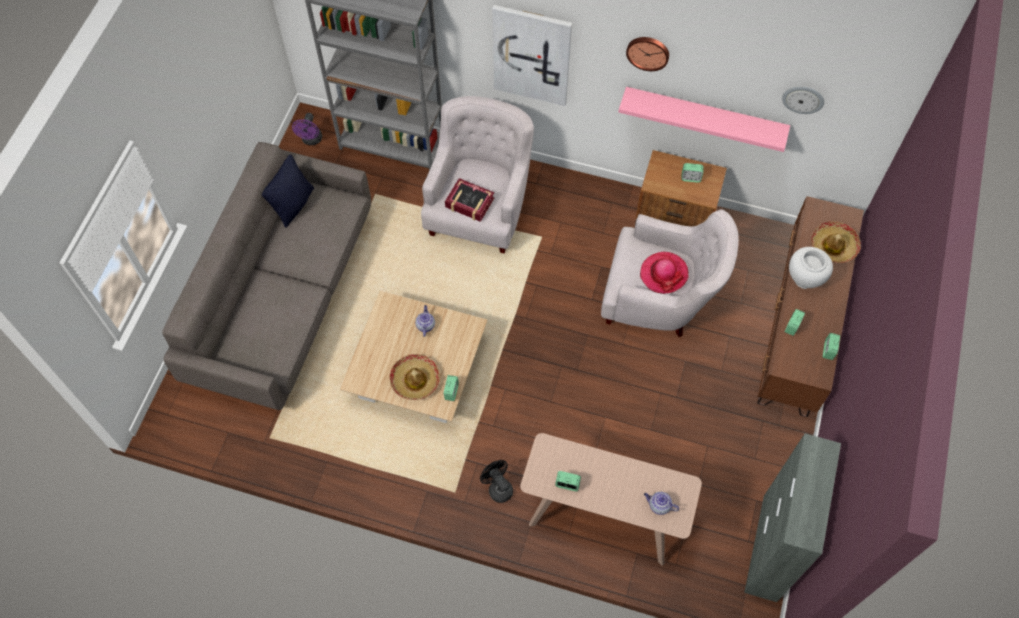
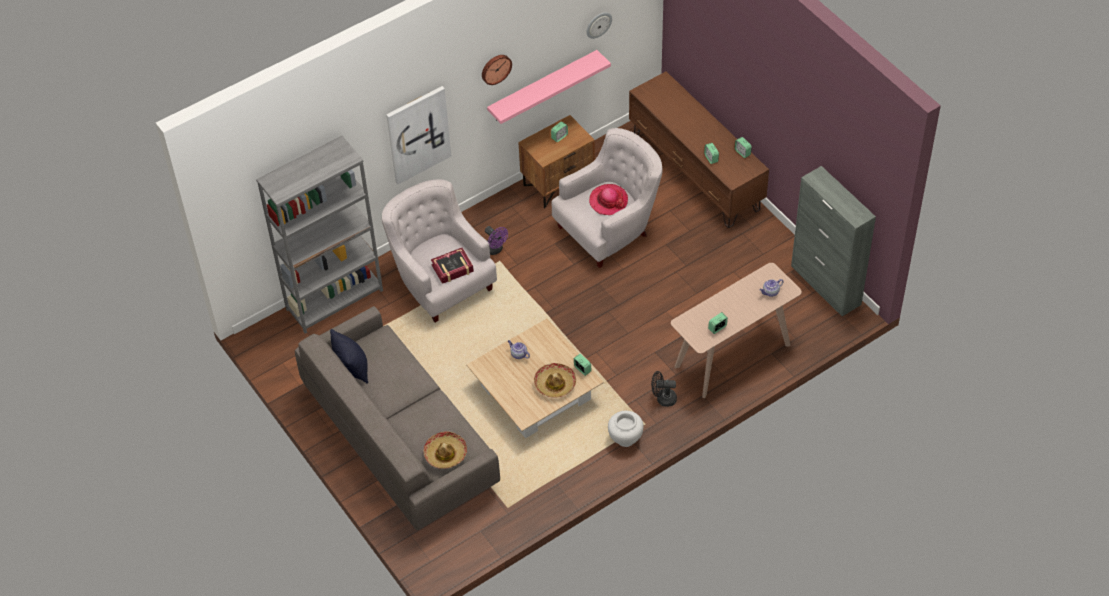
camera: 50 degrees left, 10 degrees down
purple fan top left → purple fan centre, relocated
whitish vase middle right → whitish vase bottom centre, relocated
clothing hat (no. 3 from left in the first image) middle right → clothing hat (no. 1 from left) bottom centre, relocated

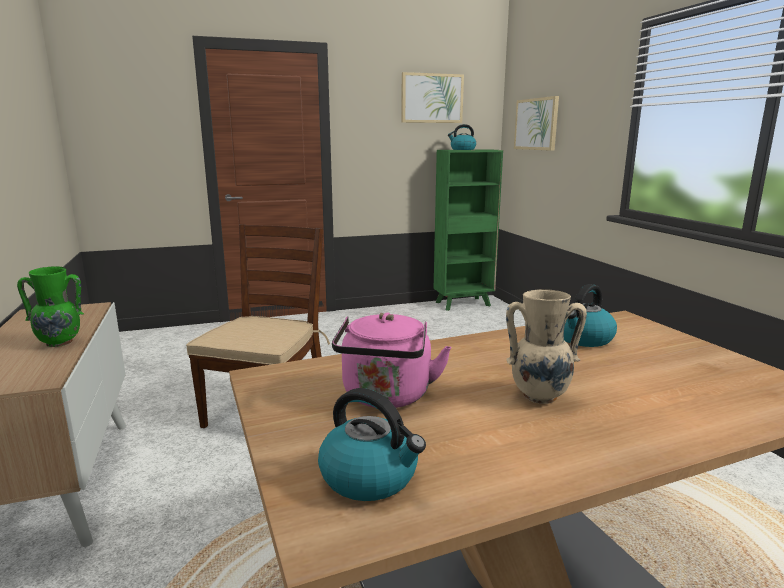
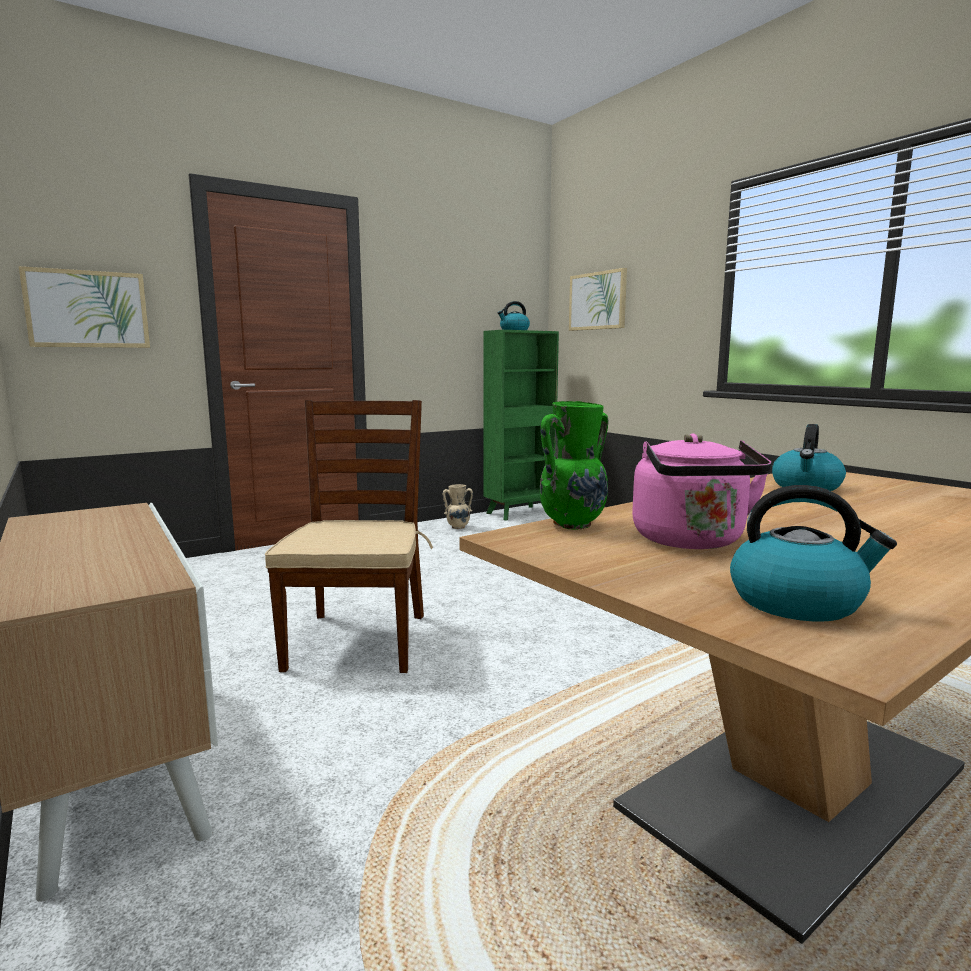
camera: 15 degrees left, 5 degrees down
green-coloured vase middle left → green-coloured vase centre, relocated
wall picture (no. 1 from left) top centre → wall picture (no. 1 from left) top left, relocated
sand-coloured vase middle right → sand-coloured vase centre, relocated

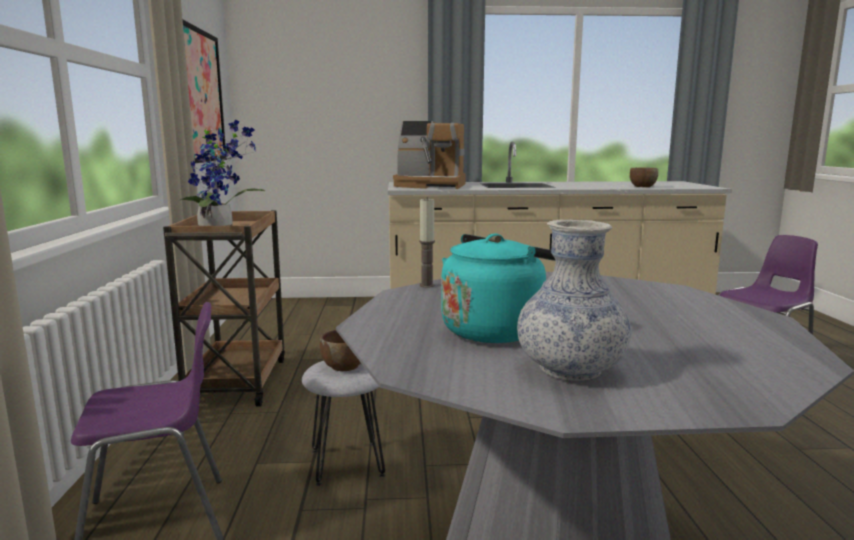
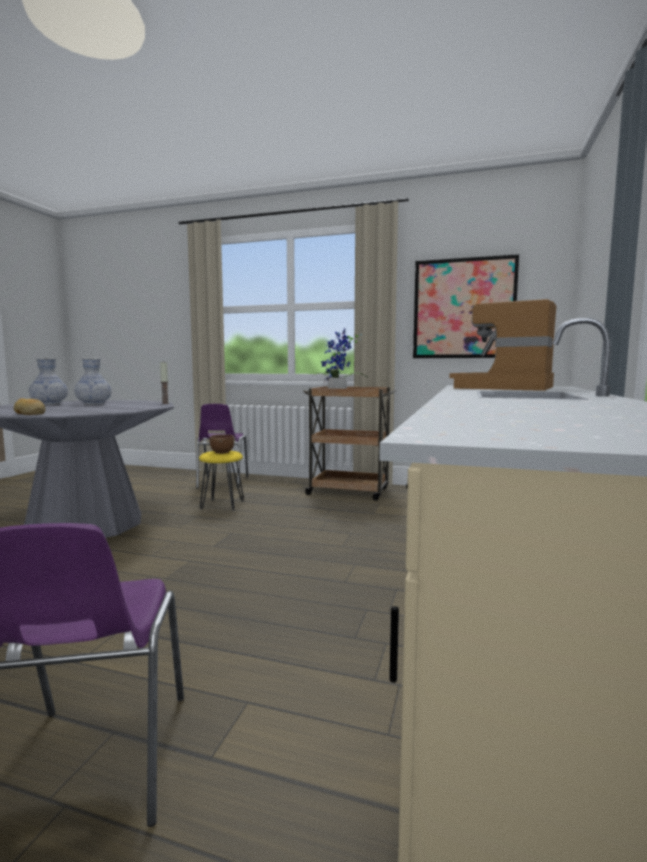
camera: 110 degrees right, 5 degrees down
brown serving bowl (no. 2 from left) top right → -
- → bakery bread middle left
blue-green water kettle centre → vase (no. 2 from left) middle left
gray sitting stool bottom centre → yellowish sitting stool centre

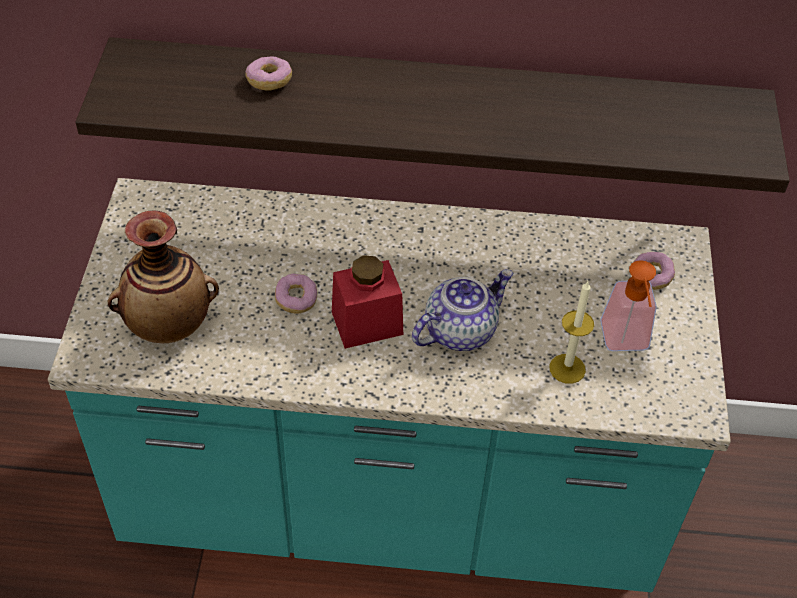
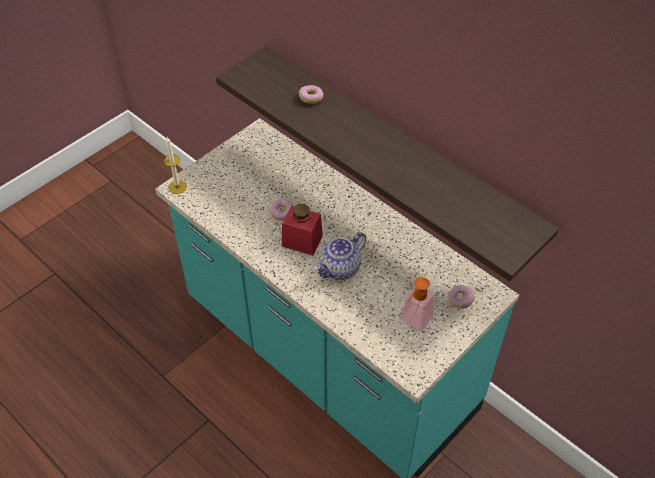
camera: 40 degrees right, 0 degrees up
vase middle left → -
candle middle right → candle middle left, relocated
teapot centre, 135 degrees clockwise

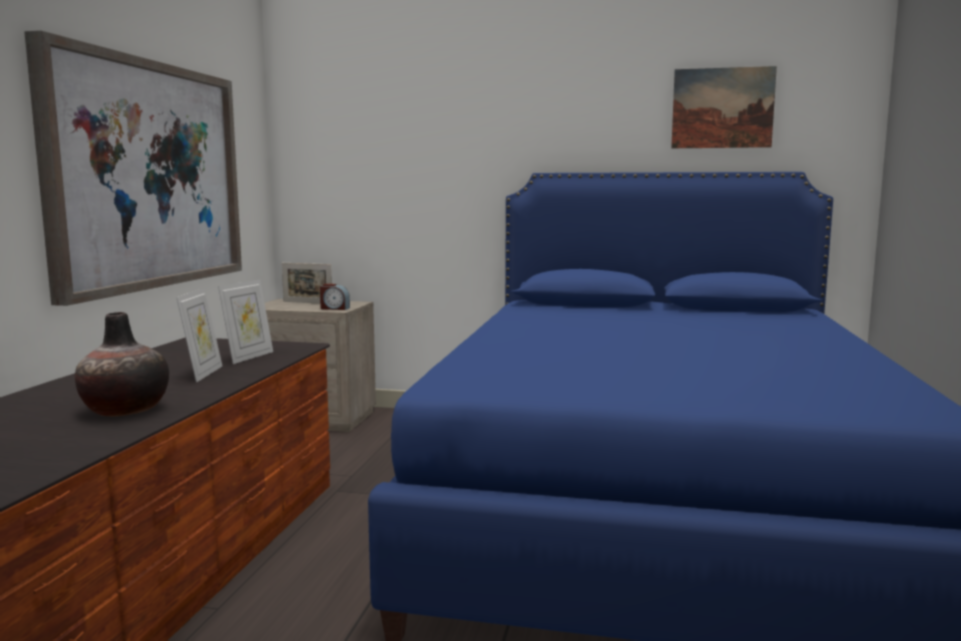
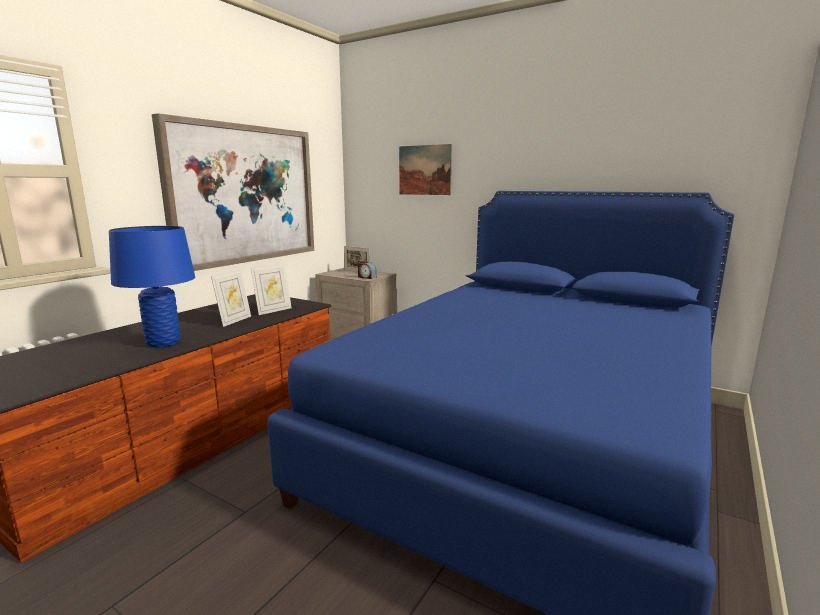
camera: 20 degrees right, 5 degrees up
wall picture (no. 2 from left) top right → wall picture (no. 2 from left) top centre, relocated
vase middle left → blue-coloured lamp for a table middle left

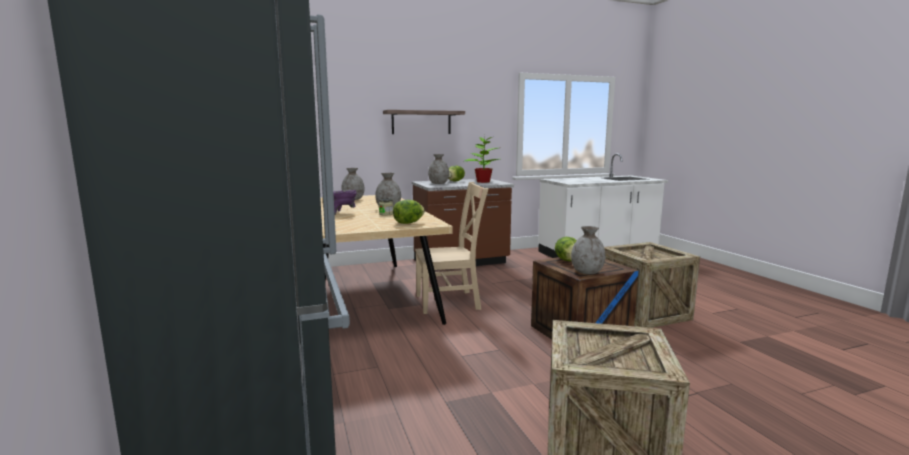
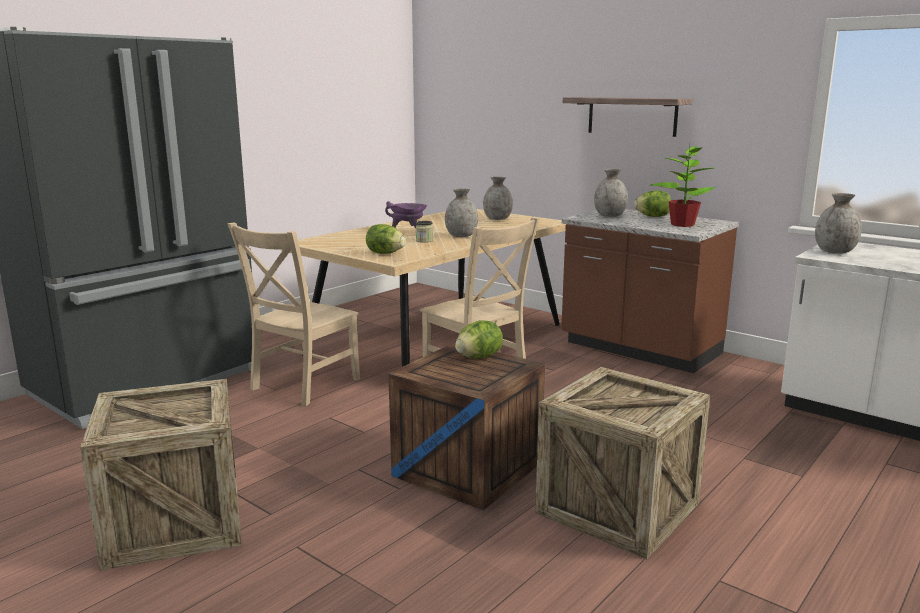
camera: 60 degrees right, 5 degrees up
- → sand-coloured chair (no. 1 from left) middle left
gray vase (no. 4 from left) centre → gray vase (no. 4 from left) middle right, relocated

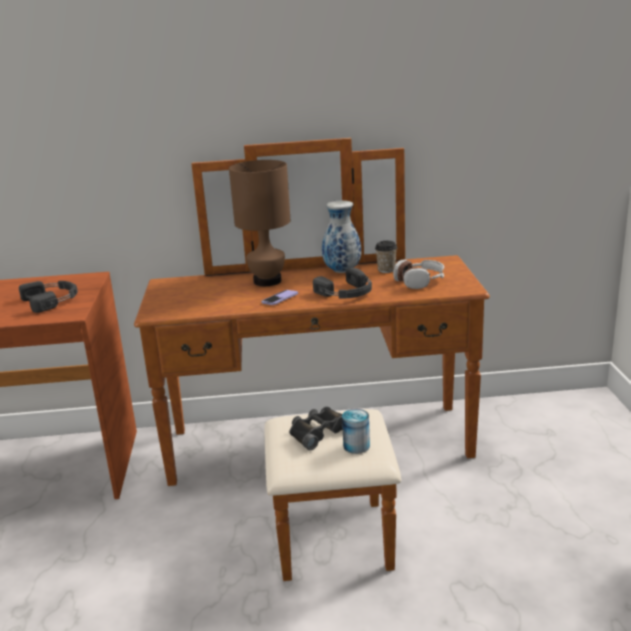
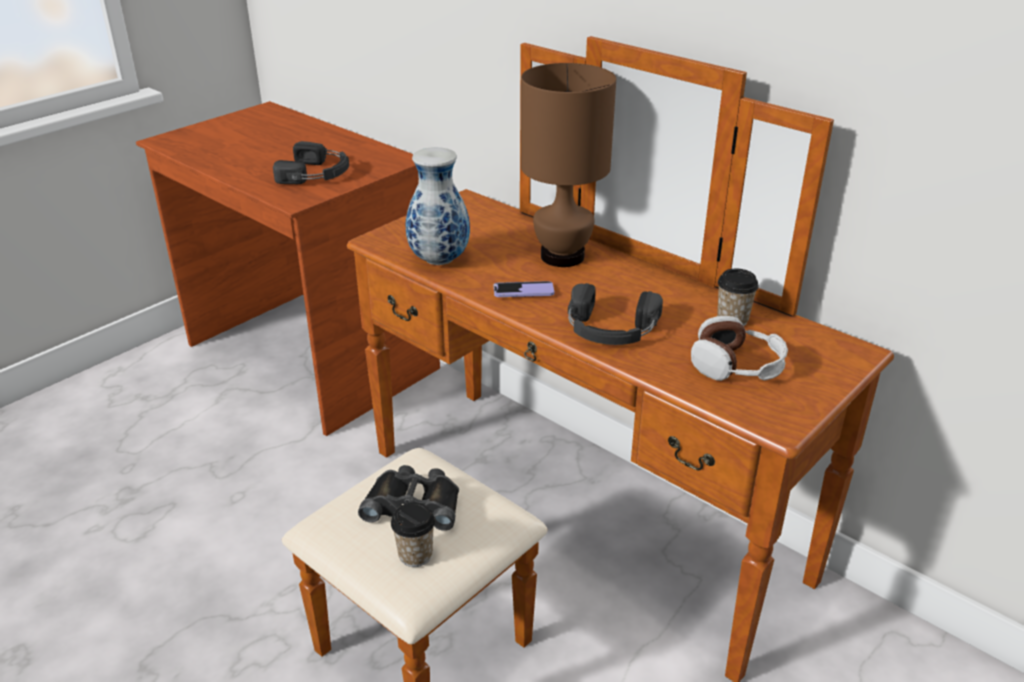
camera: 45 degrees right, 10 degrees up
vase centre → vase top centre, relocated
can bottom centre → cup (no. 1 from left) bottom centre

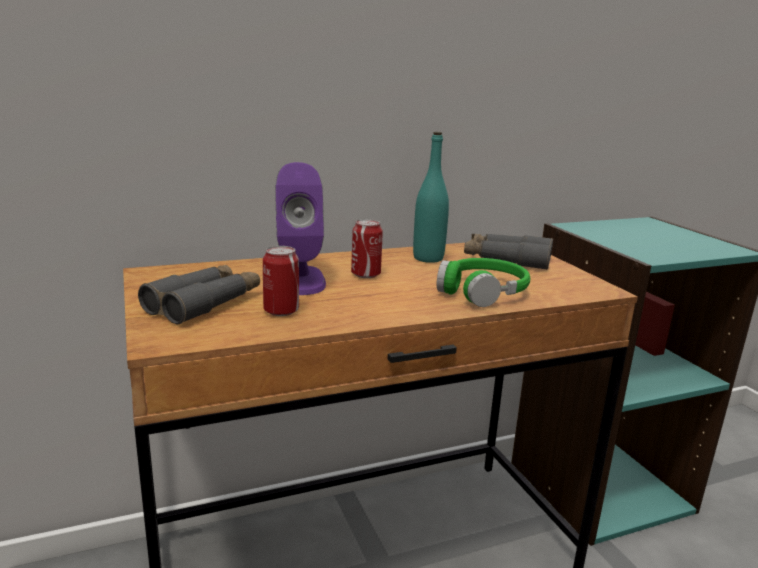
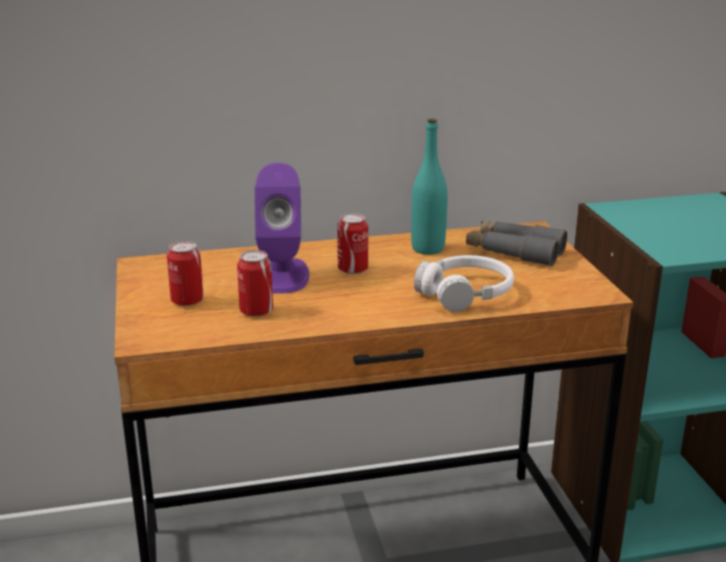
camera: 10 degrees right, 5 degrees up
gray binoculars (no. 1 from left) middle left → can (no. 1 from left) middle left
green-coloured headphones centre → whitish headphones centre

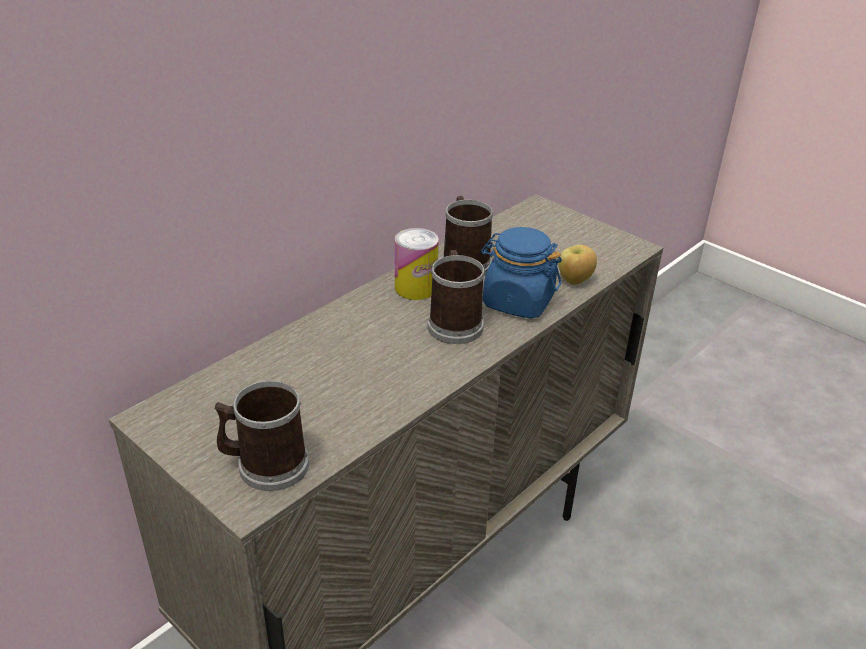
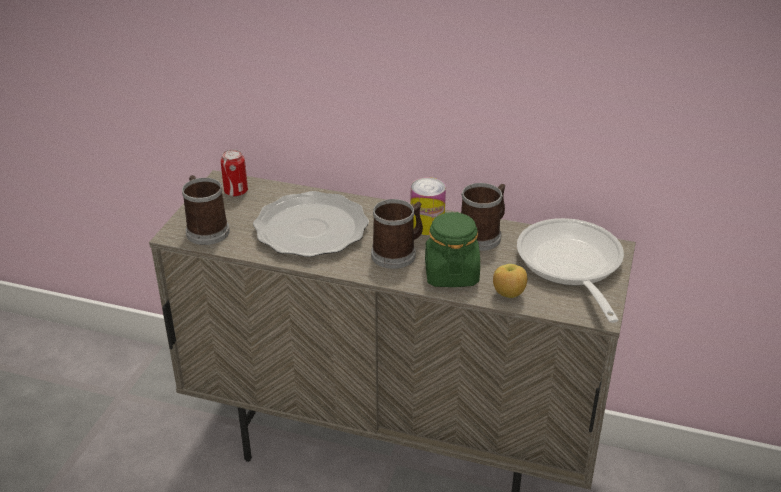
camera: 65 degrees right, 0 degrees up
- → can (no. 1 from left) middle left
- → dinner plate centre
- → skillet middle right
blue-coloured storage jar centre → green-coloured storage jar centre

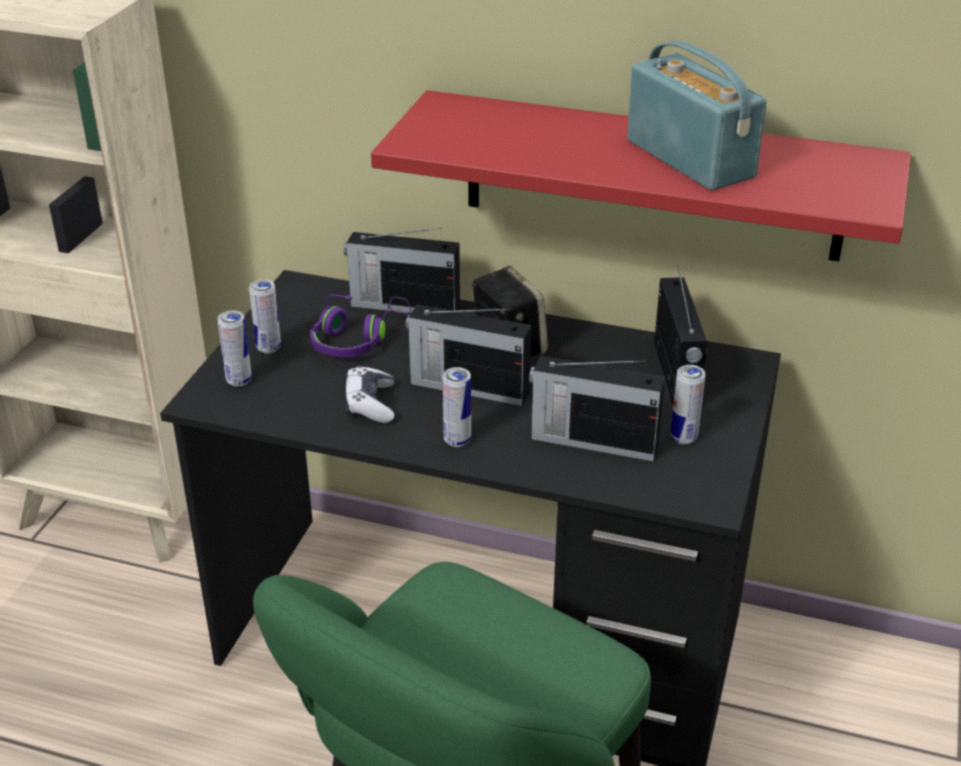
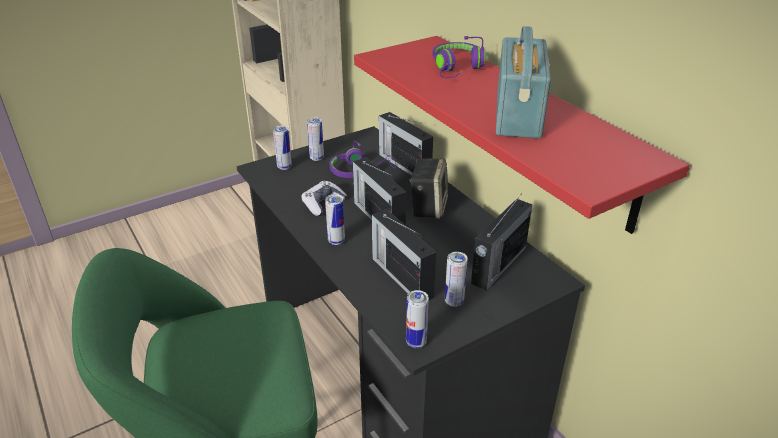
camera: 40 degrees right, 0 degrees up
- → can (no. 4 from left) bottom centre
- → purple headphones (no. 2 from left) top centre

